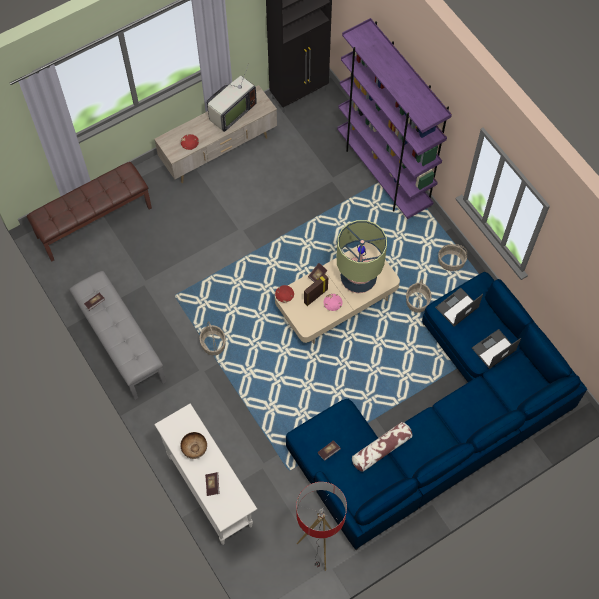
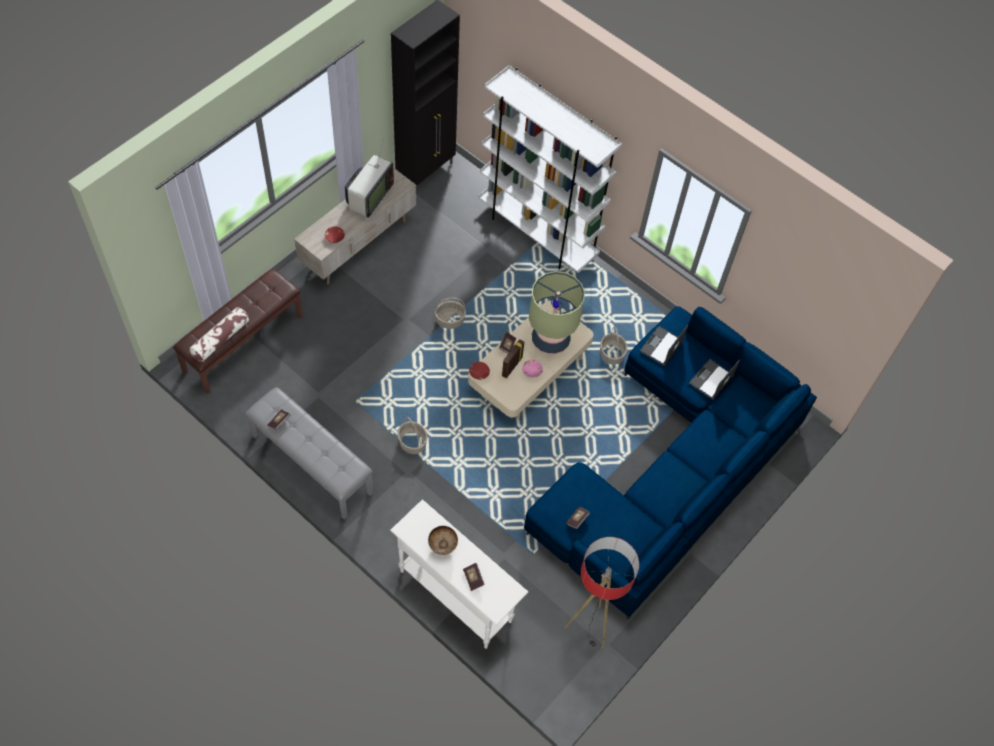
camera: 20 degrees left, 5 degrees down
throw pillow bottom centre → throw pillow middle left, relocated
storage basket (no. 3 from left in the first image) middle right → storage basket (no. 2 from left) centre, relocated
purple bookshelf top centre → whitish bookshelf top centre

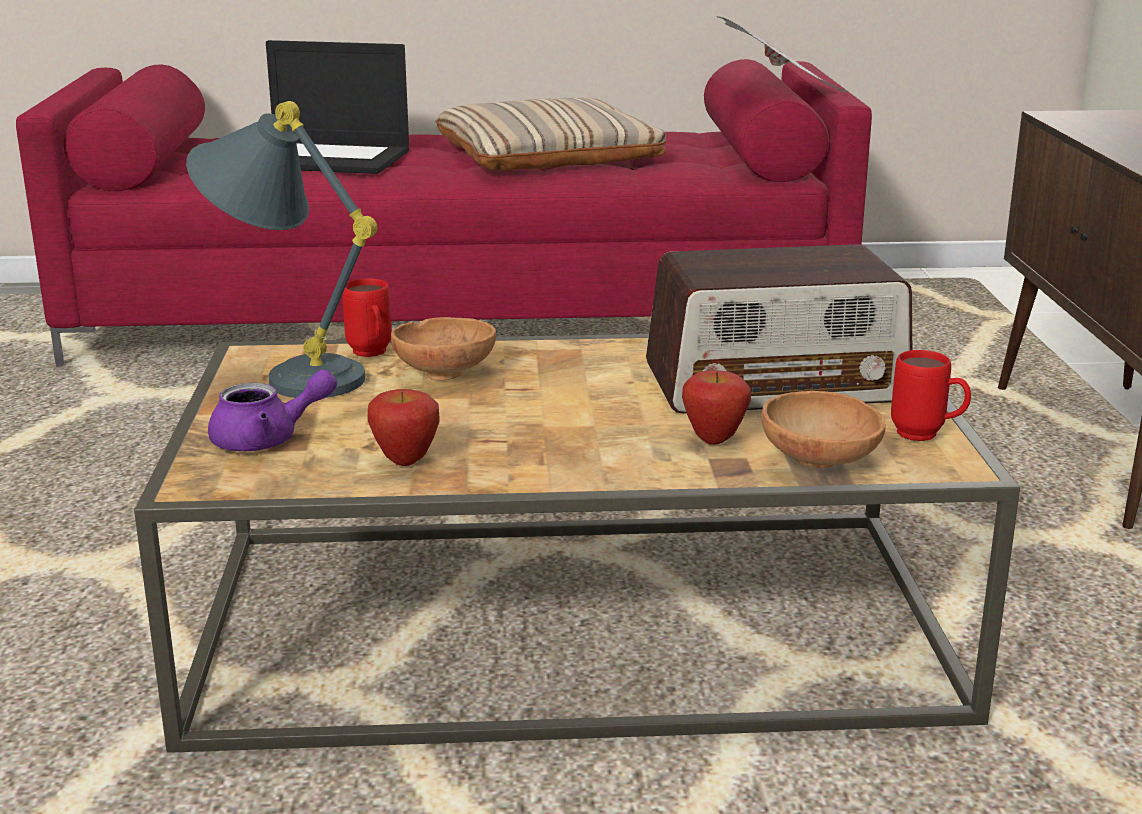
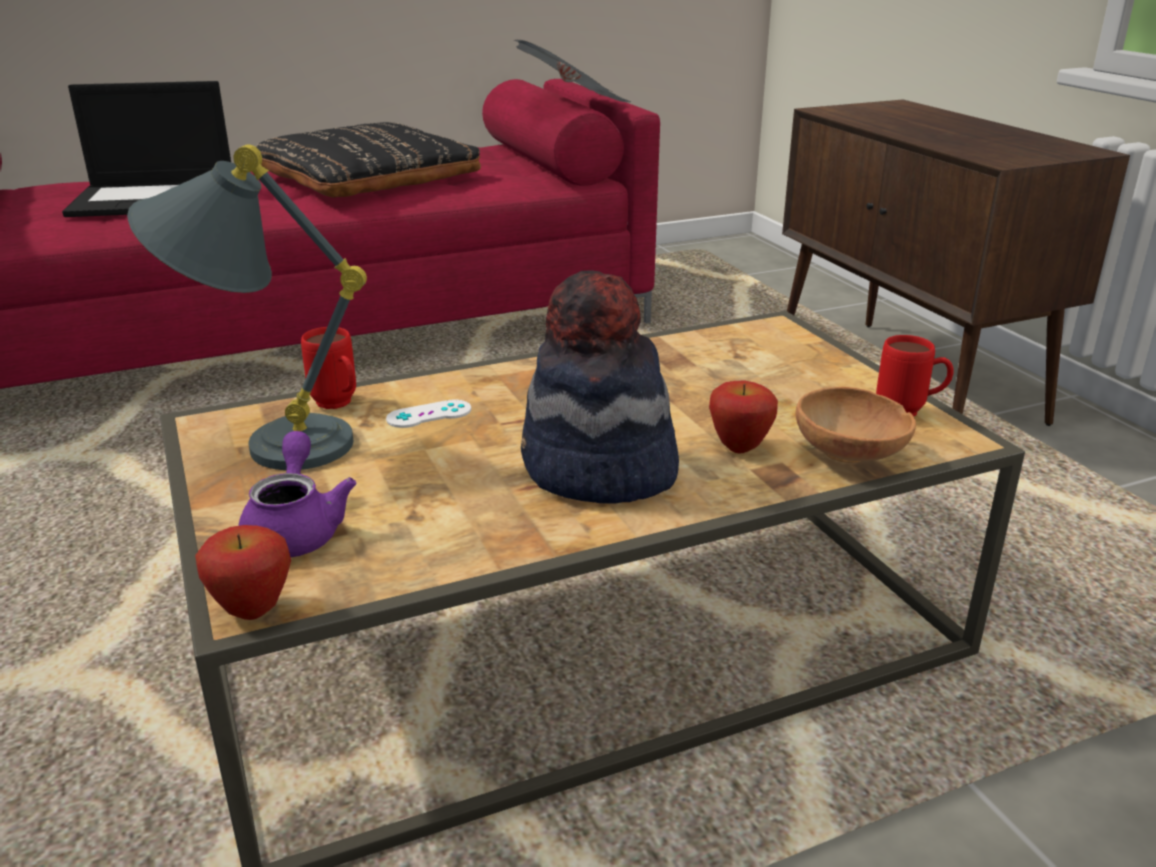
camera: 20 degrees left, 5 degrees up
radio set middle right → -
- → clothing hat centre
whole apple (no. 1 from left) centre → whole apple (no. 1 from left) middle left, relocated
brown serving bowl (no. 1 from left) centre → whitish game controller centre
sand-coloured throw pillow top centre → black-coloured throw pillow top left
purple teapot middle left, 60 degrees counterclockwise

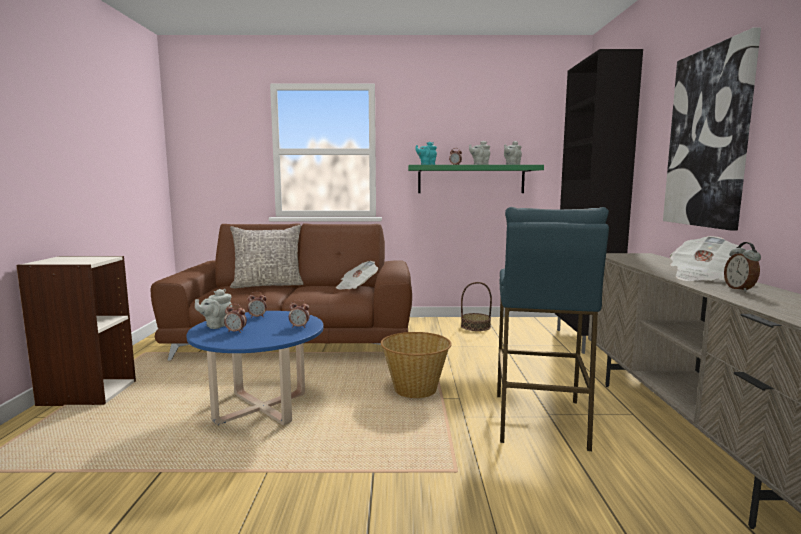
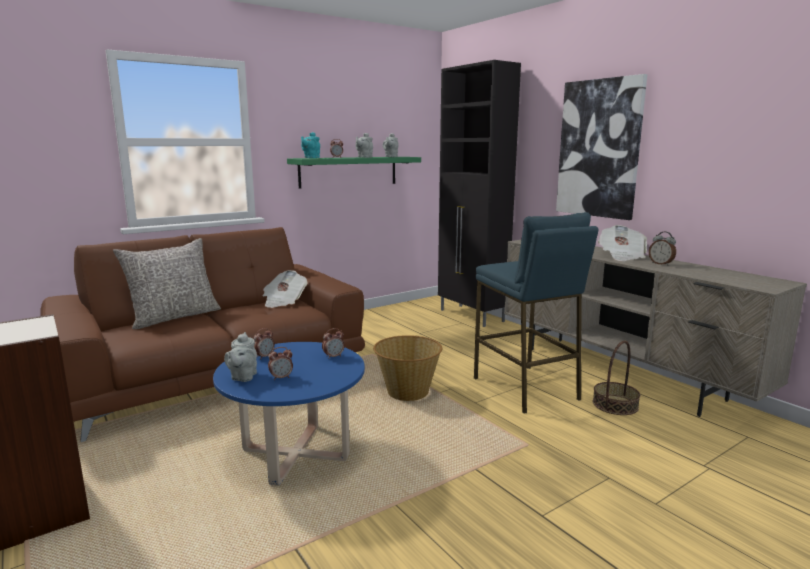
camera: 35 degrees left, 5 degrees up
storage basket (no. 2 from left) centre → storage basket (no. 2 from left) middle right, relocated

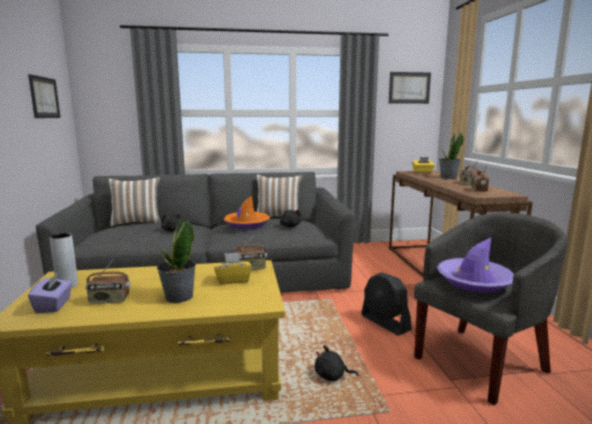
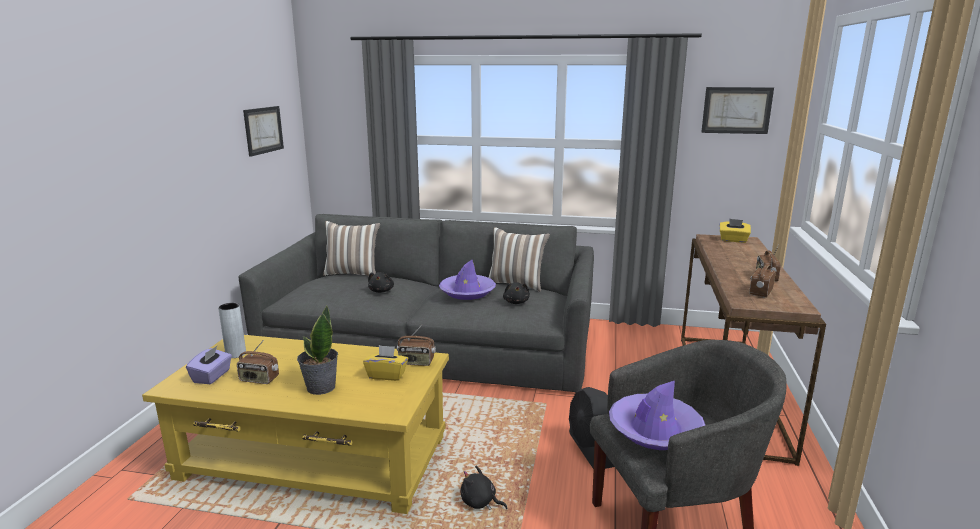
camera: 20 degrees right, 5 degrees up
houseplant (no. 2 from left) middle right → -
orange clothing hat centre → purple clothing hat (no. 1 from left) centre

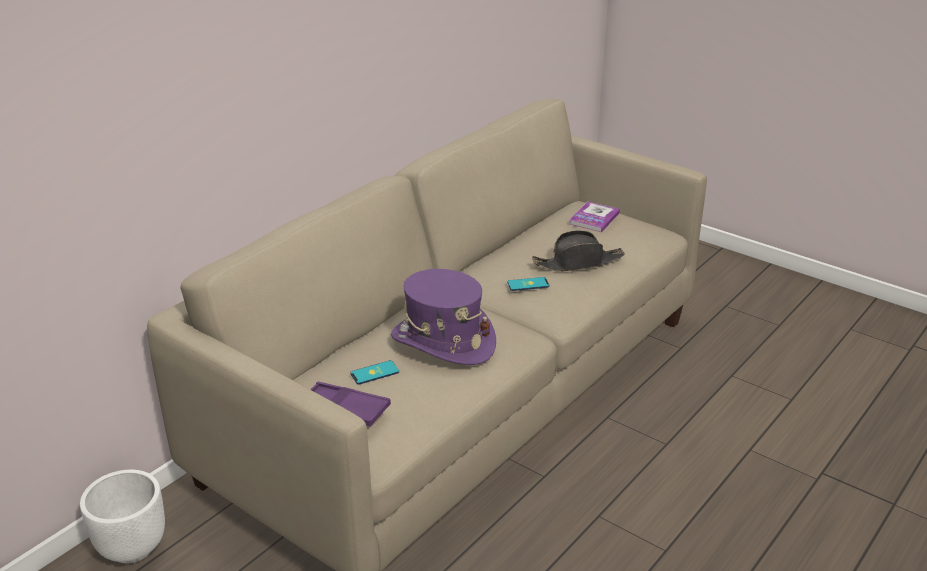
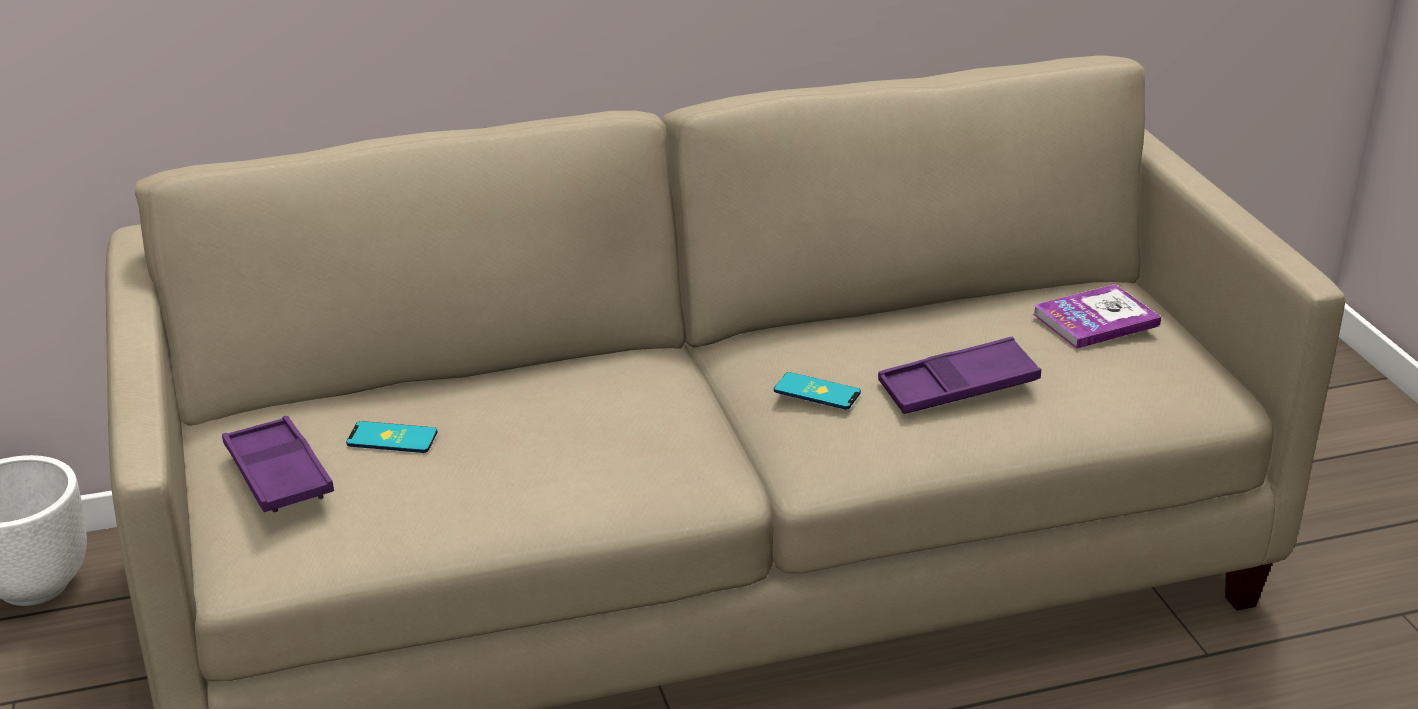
camera: 35 degrees right, 0 degrees up
purple clothing hat centre → -
black-coloured clothing hat centre → purple serving tray (no. 2 from left) middle right

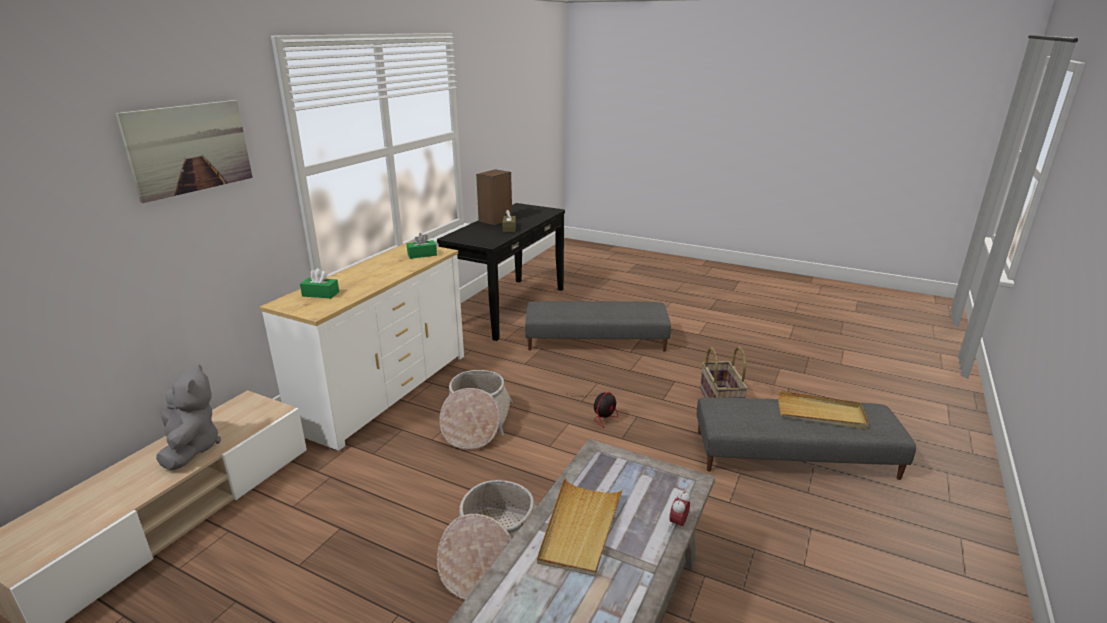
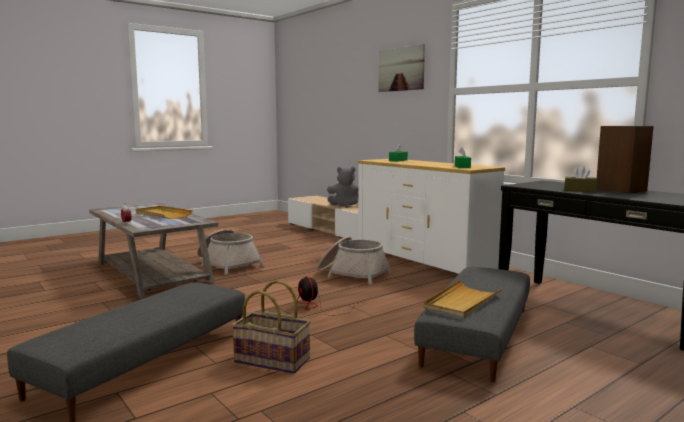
camera: 115 degrees right, 15 degrees down
sand-coloured serving tray (no. 2 from left) middle right → sand-coloured serving tray (no. 2 from left) bottom right, relocated

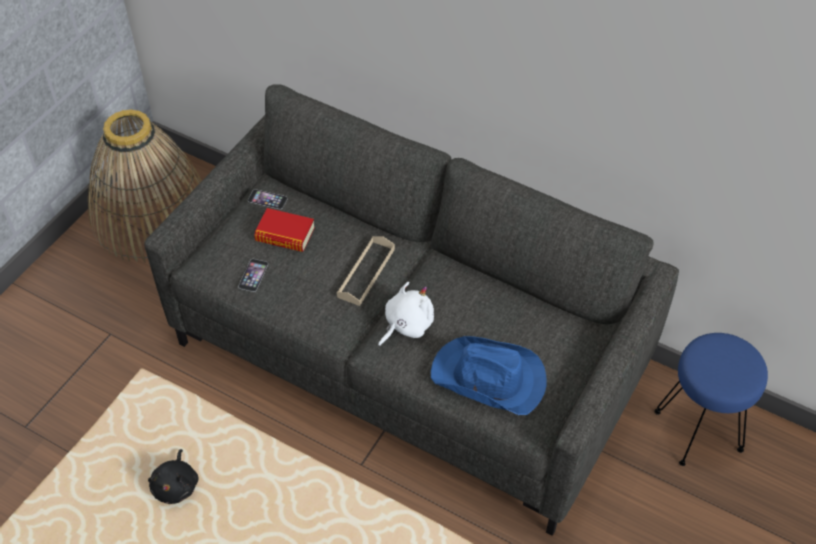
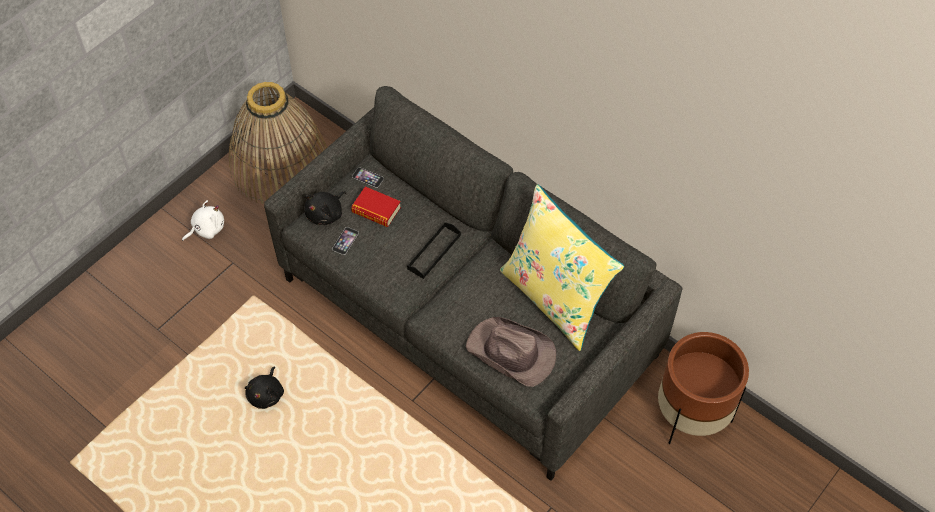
camera: 10 degrees right, 5 degrees up
- → black-coloured soft toy (no. 2 from left) centre
- → yellowish throw pillow centre
whitish soft toy centre → whitish soft toy middle left, relocated
blue-coloured sitting stool bottom right → brown flower pot bottom right
sand-coloured serving tray centre → black-coloured serving tray centre
blue-coloured clothing hat bottom centre → brown clothing hat bottom centre

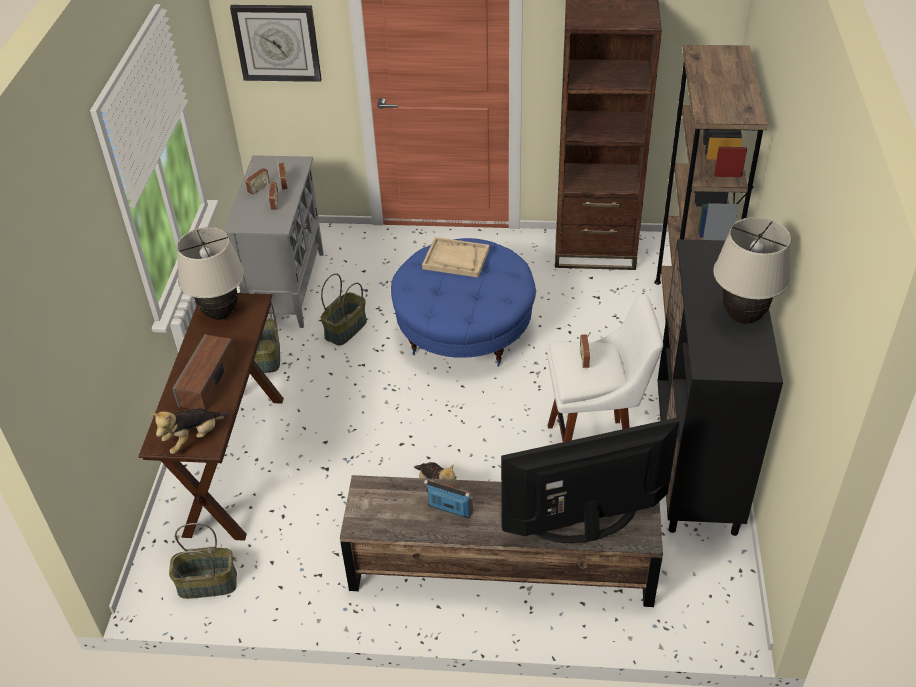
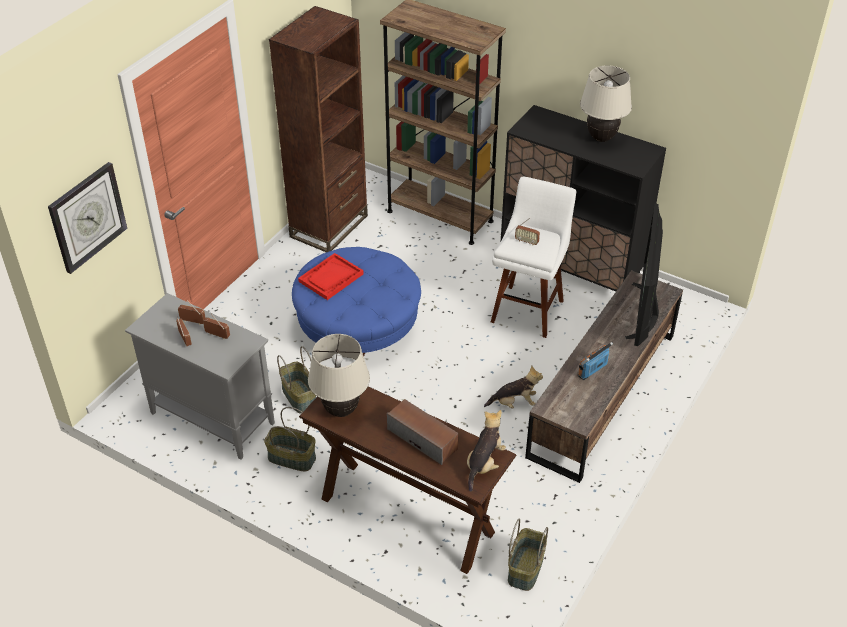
camera: 65 degrees left, 0 degrees up
sand-coloured serving tray centre → red serving tray centre
soft toy (no. 1 from left) middle left → soft toy (no. 1 from left) bottom centre, 135 degrees counterclockwise

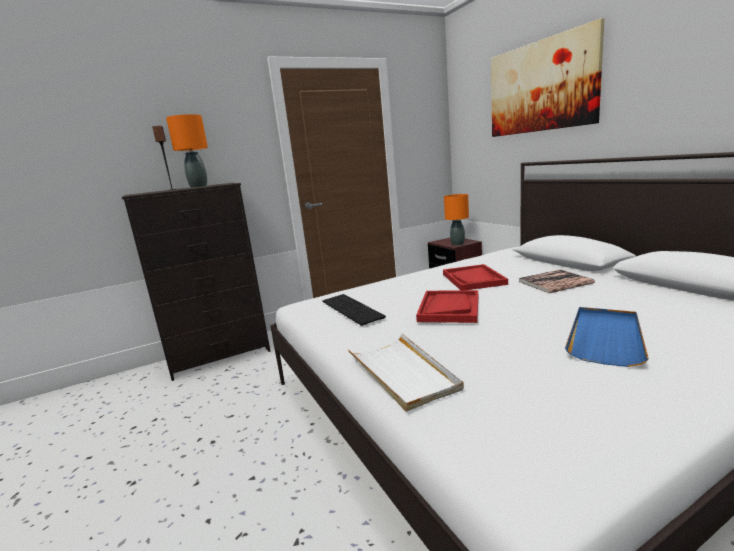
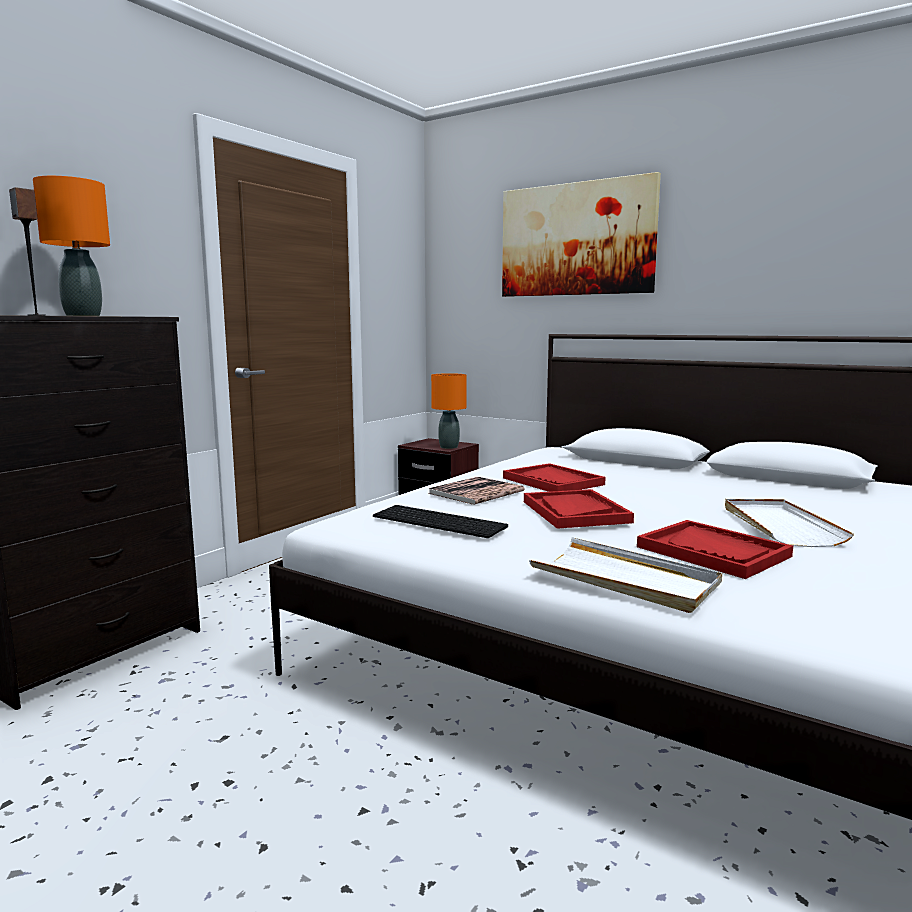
camera: 30 degrees left, 5 degrees down
- → red serving tray (no. 3 from left) middle right
bound book middle right → bound book centre, relocated
blue-coloured serving tray middle right → whitish serving tray (no. 2 from left) middle right

